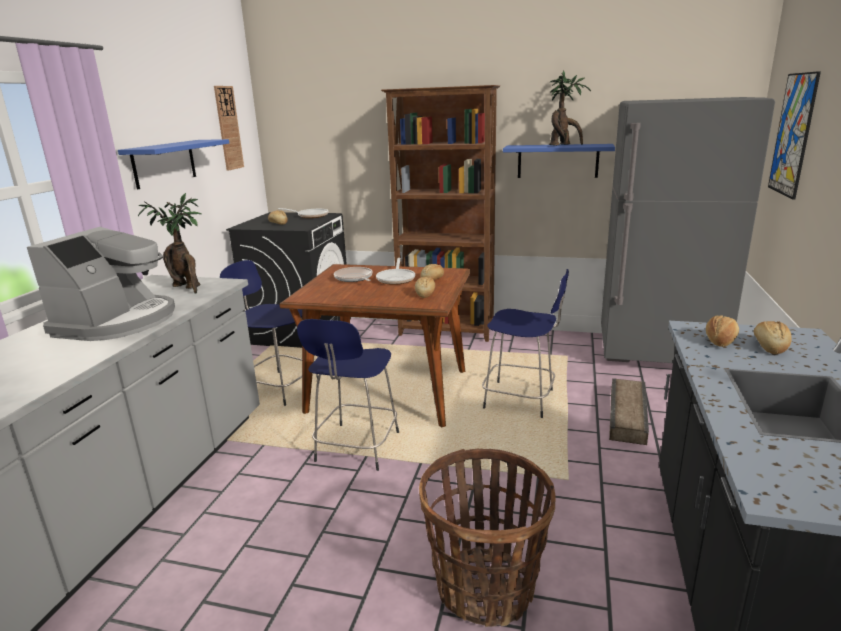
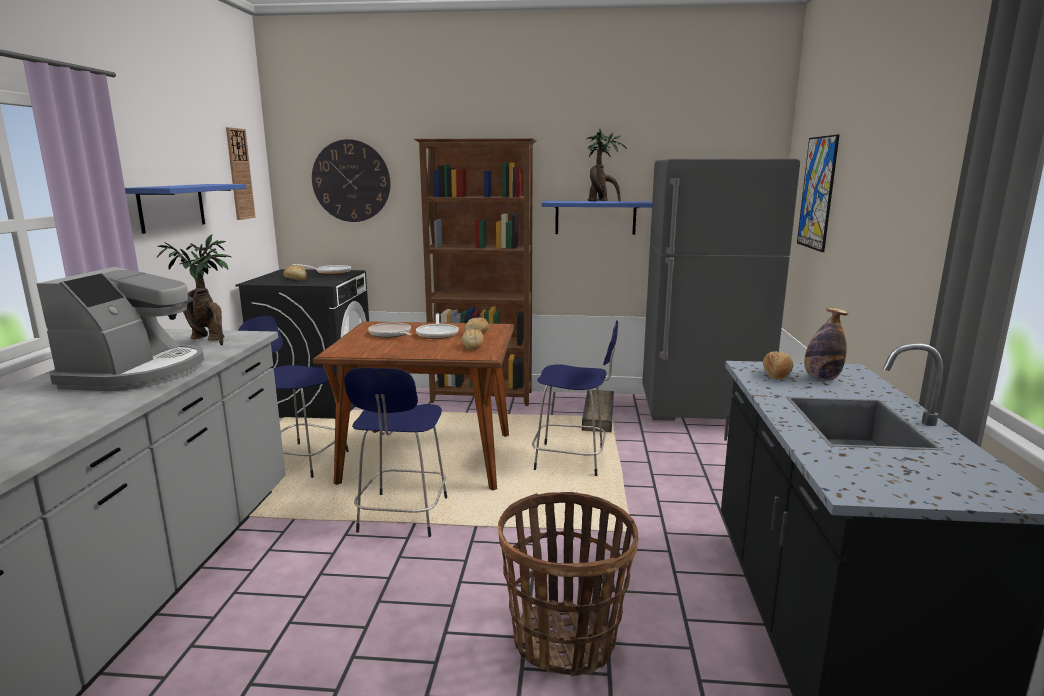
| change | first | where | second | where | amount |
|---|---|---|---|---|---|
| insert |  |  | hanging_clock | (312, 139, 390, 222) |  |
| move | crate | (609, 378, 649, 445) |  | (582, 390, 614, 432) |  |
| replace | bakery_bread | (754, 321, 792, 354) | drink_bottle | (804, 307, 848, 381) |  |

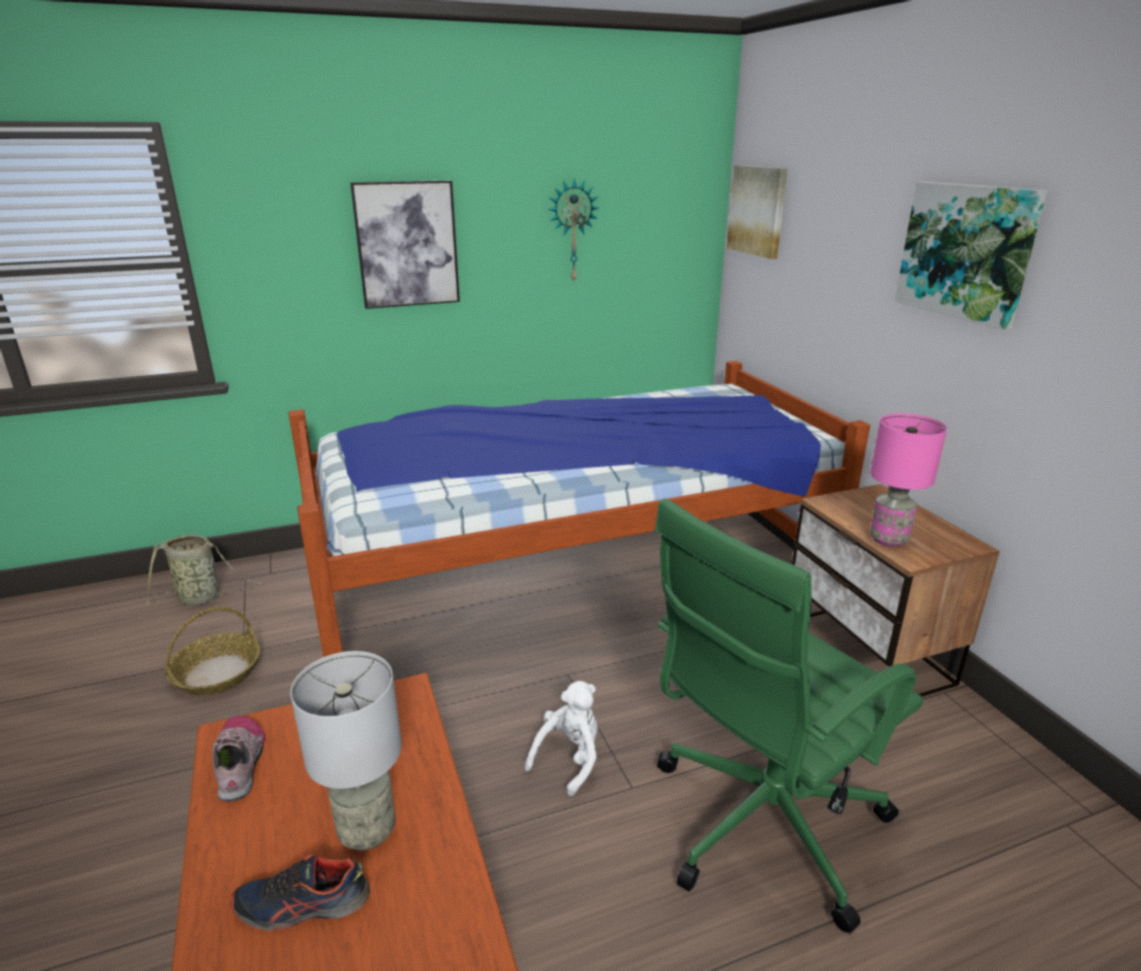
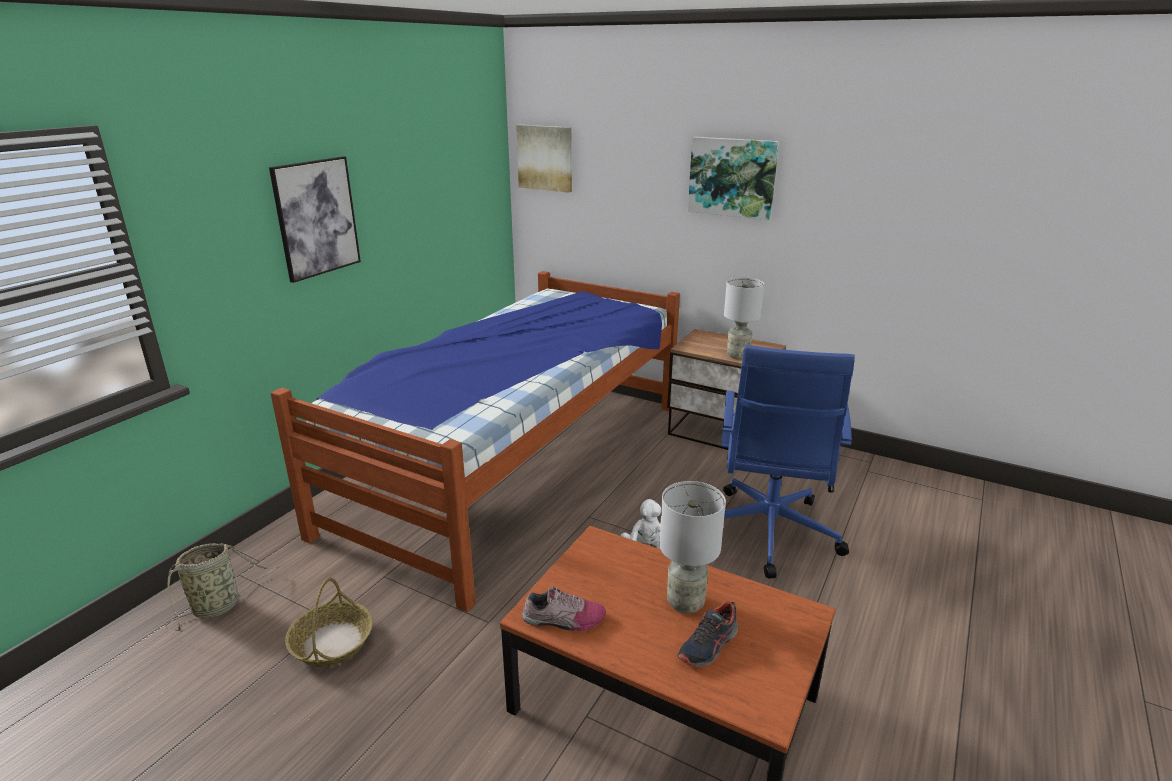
| change | first | where | second | where | amount |
|---|---|---|---|---|---|
| rotate | item_of_footwear | (212, 716, 265, 802) |  | (522, 586, 606, 631) | 150 degrees clockwise |
| recolor | green_computer_chair | (655, 498, 923, 934) | blue_computer_chair | (721, 345, 855, 578) |  |
| recolor | pinkish_table_lamp | (870, 413, 947, 547) | gray_table_lamp | (724, 277, 764, 360) |  |
| delete | hanging_clock | (548, 178, 600, 282) |  |  |  |

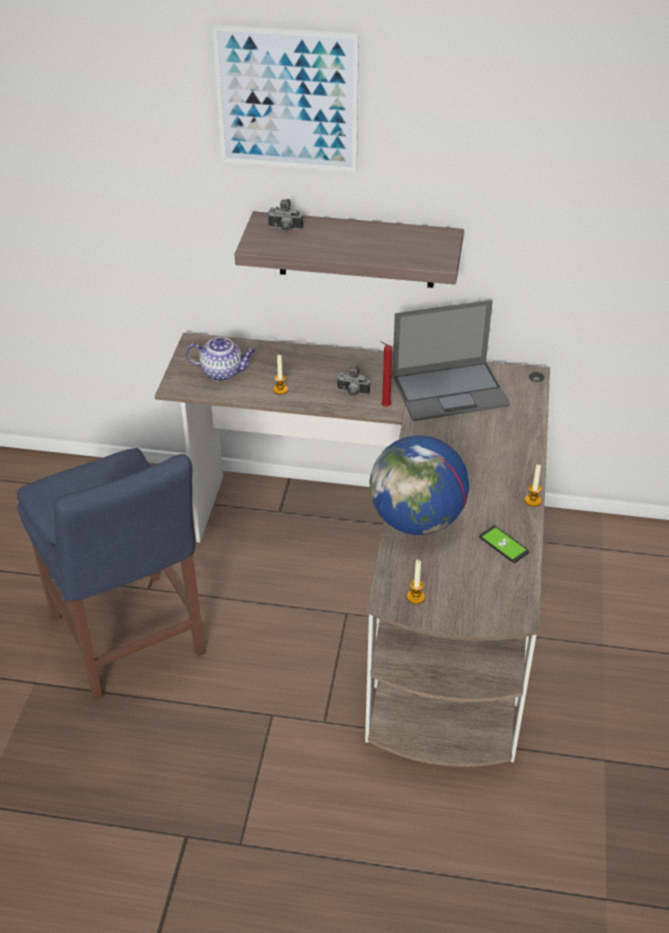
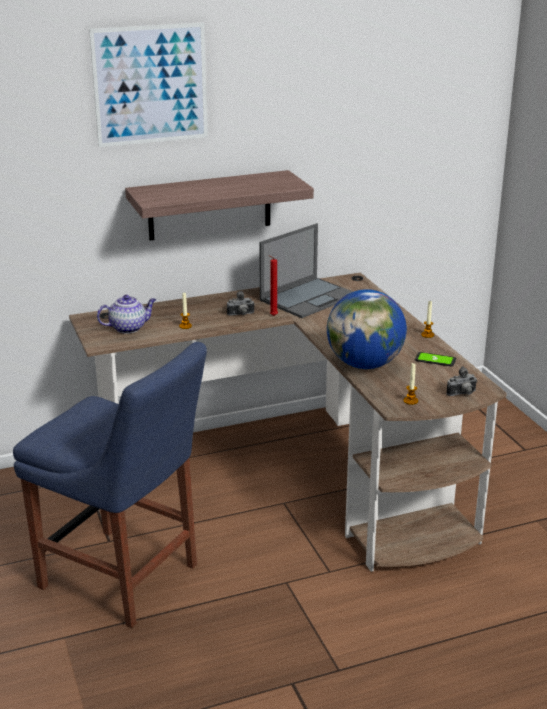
| change | first | where | second | where | amount |
|---|---|---|---|---|---|
| move | still_camera | (267, 199, 303, 231) |  | (446, 366, 477, 396) |  |

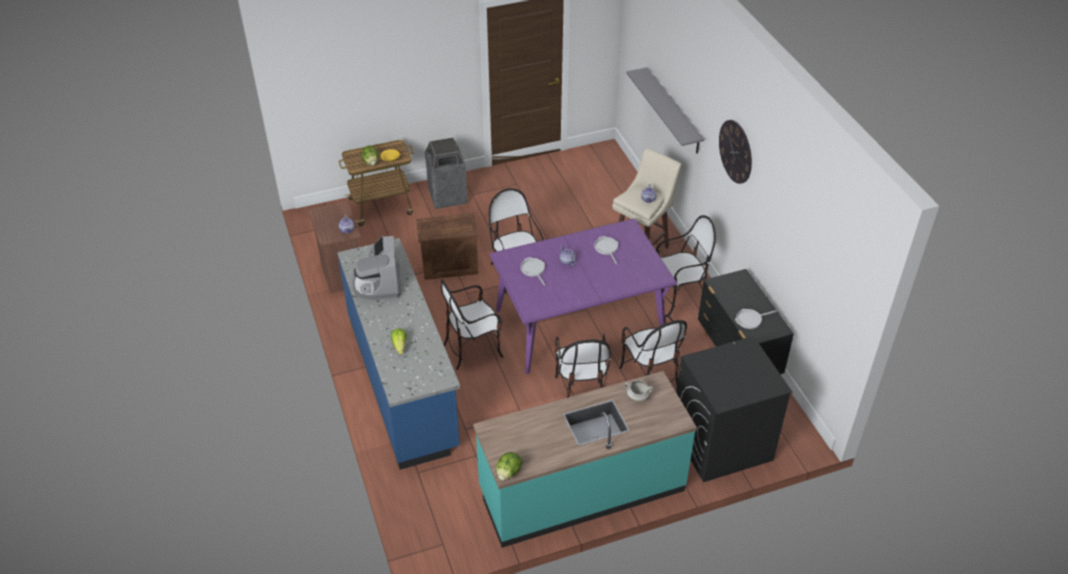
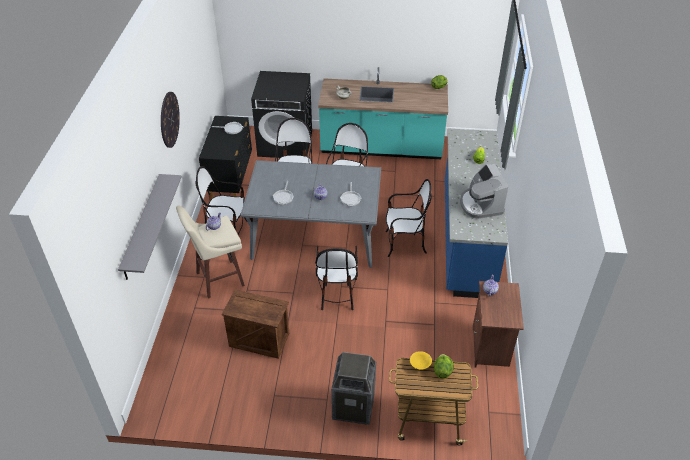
| change | first | where | second | where | amount |
|---|---|---|---|---|---|
| move | crate | (416, 213, 478, 280) |  | (222, 290, 289, 359) |  |
| recolor | purple-coloured_dining_table | (489, 218, 677, 374) | gray_dining_table | (240, 160, 381, 268) |  |
| rotate | coffee_machine | (352, 236, 401, 301) |  | (460, 164, 508, 219) | 150 degrees clockwise |

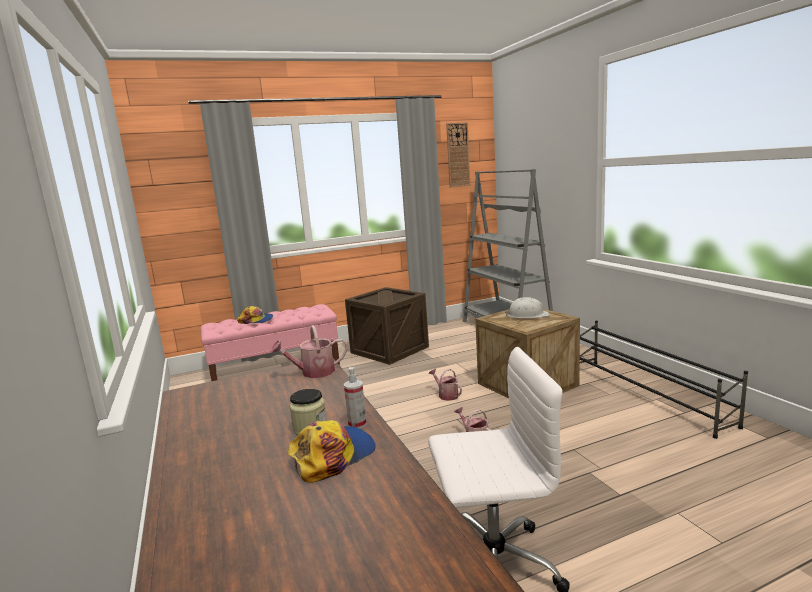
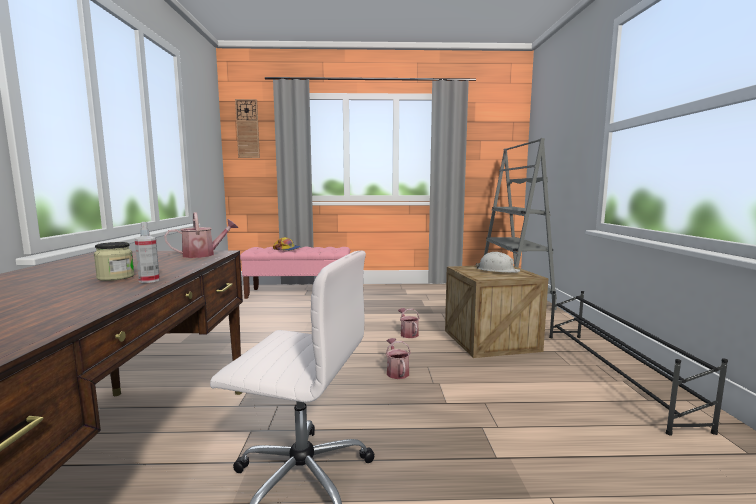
| change | first | where | second | where | amount |
|---|---|---|---|---|---|
| rotate | watering_can | (270, 325, 348, 378) |  | (164, 212, 238, 258) | 150 degrees clockwise |
| move | hanging_clock | (446, 122, 470, 188) |  | (235, 99, 260, 158) |  |
| delete | baseball_cap | (288, 420, 376, 483) |  |  |  |
| delete | crate | (345, 287, 429, 365) |  |  |  |

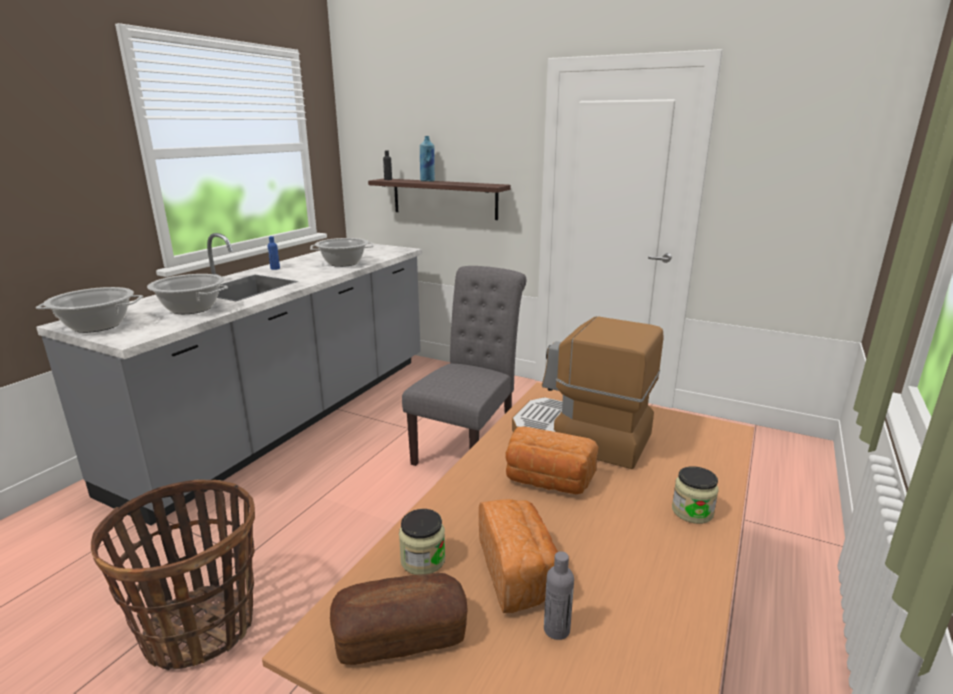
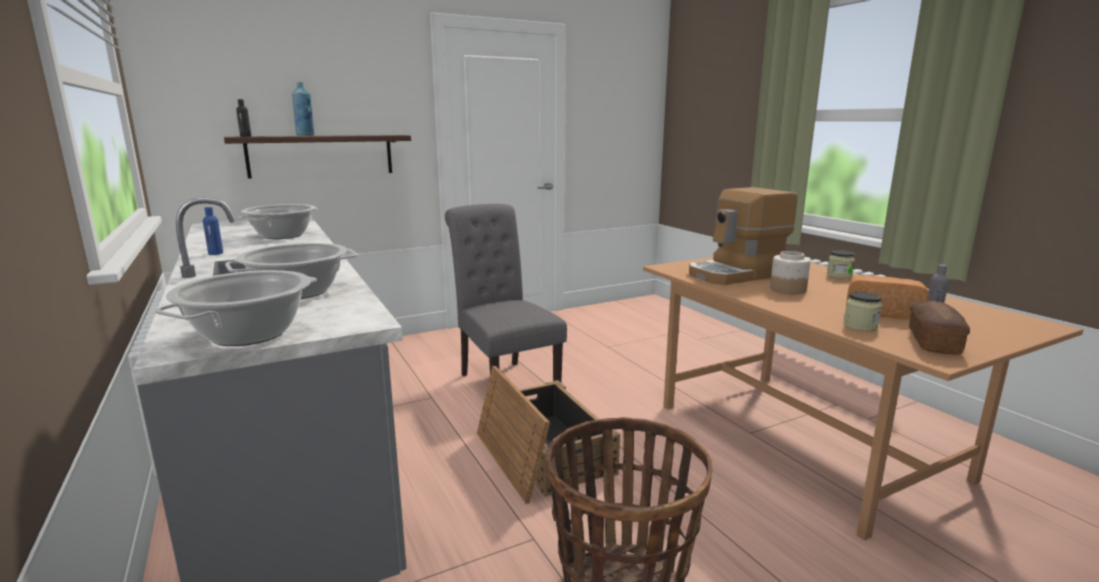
| change | first | where | second | where | amount |
|---|---|---|---|---|---|
| insert |  |  | crate | (477, 366, 620, 504) |  |
| replace | bakery_bread | (506, 427, 599, 494) | jar | (770, 251, 810, 295) |  |

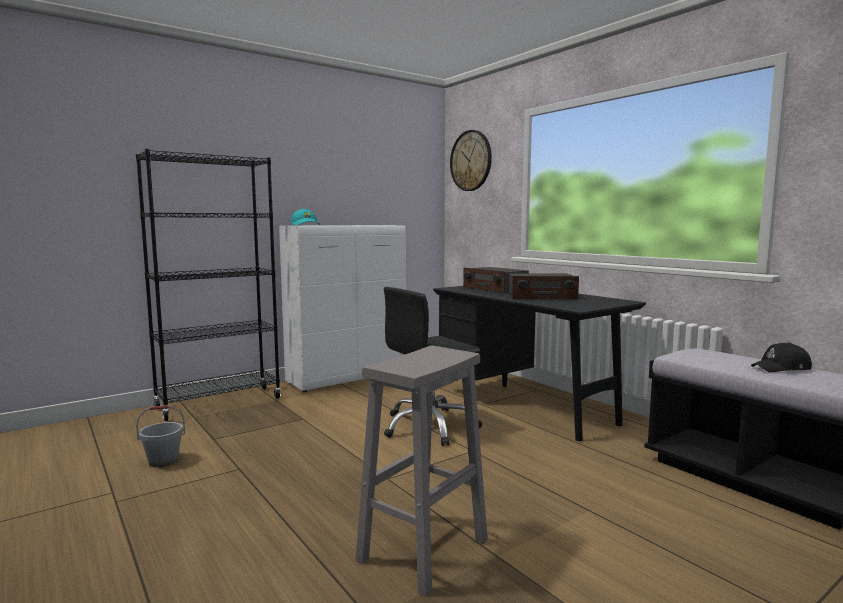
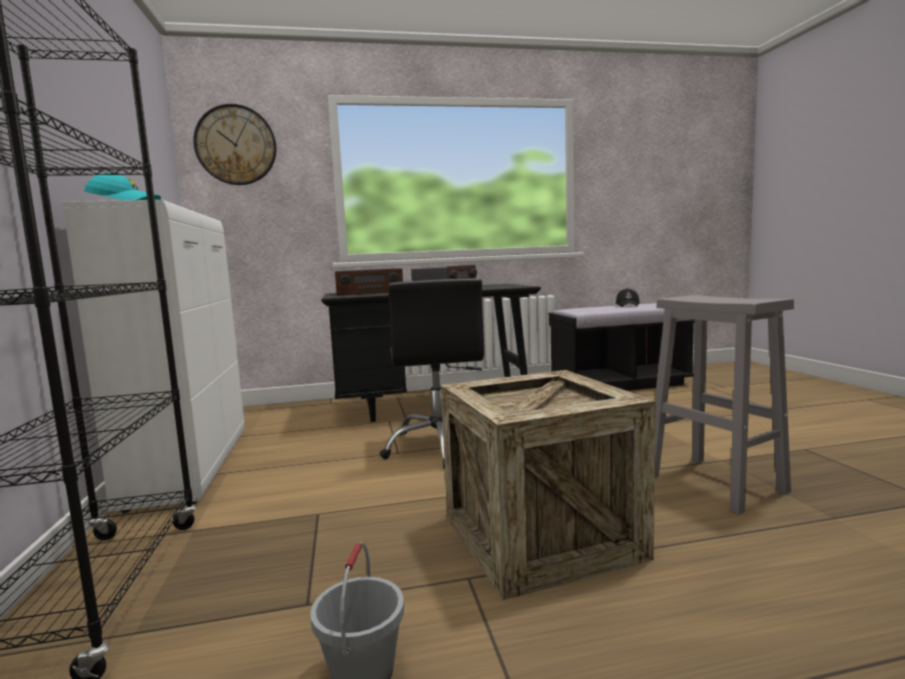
| change | first | where | second | where | amount |
|---|---|---|---|---|---|
| insert |  |  | crate | (441, 370, 656, 600) |  |

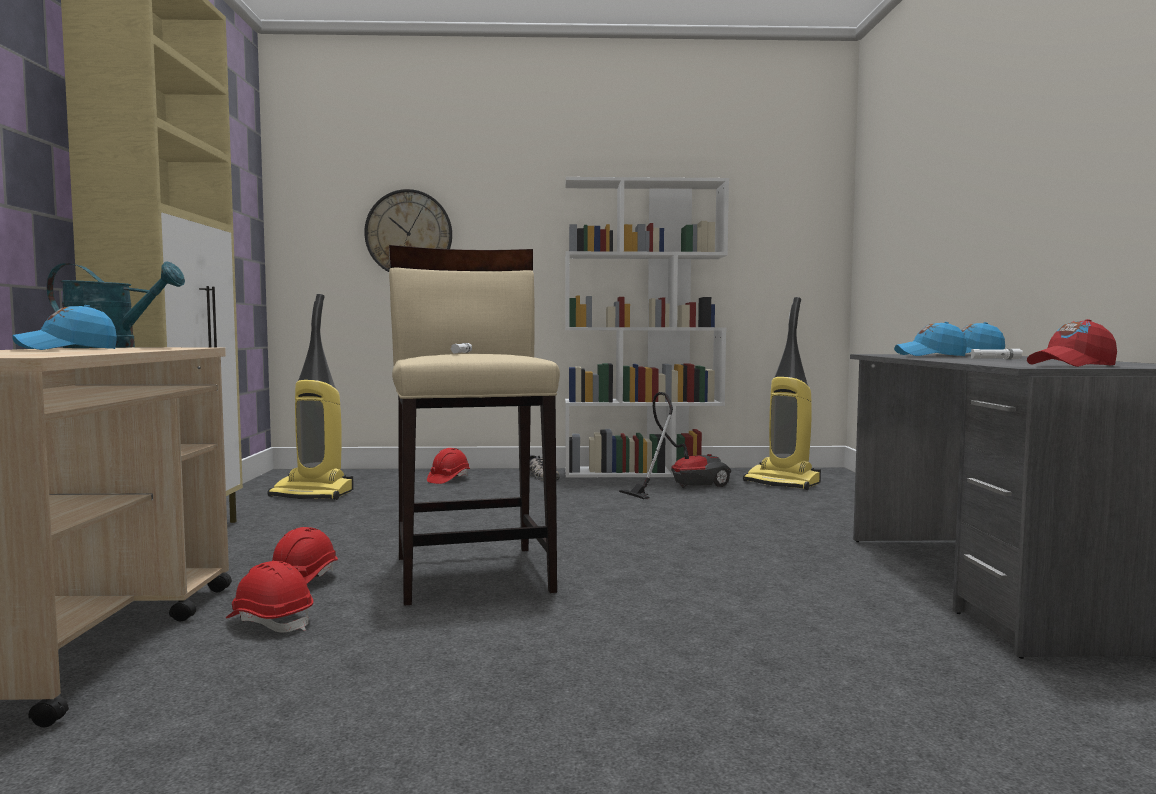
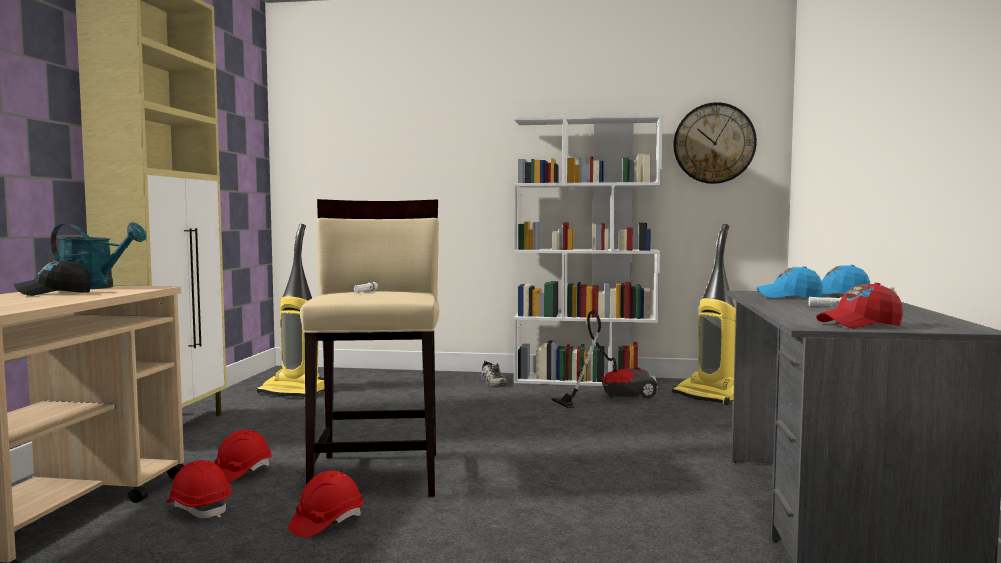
| change | first | where | second | where | amount |
|---|---|---|---|---|---|
| recolor | blue_baseball_cap | (12, 305, 117, 350) | blackish_baseball_cap | (14, 259, 92, 296) |  |
| move | reddish_work_helmet | (427, 448, 470, 484) |  | (288, 470, 363, 538) |  |
| move | hanging_clock | (364, 189, 452, 272) |  | (674, 102, 757, 184) |  |

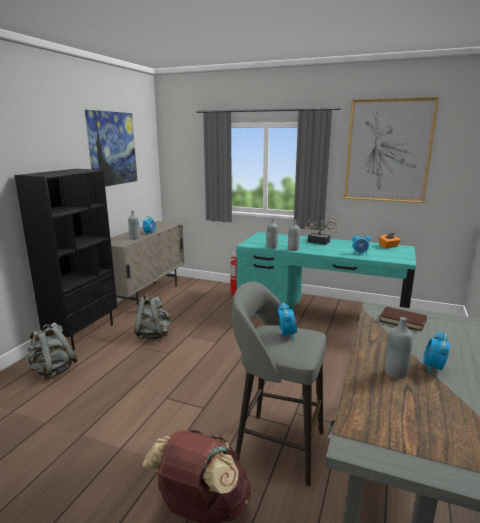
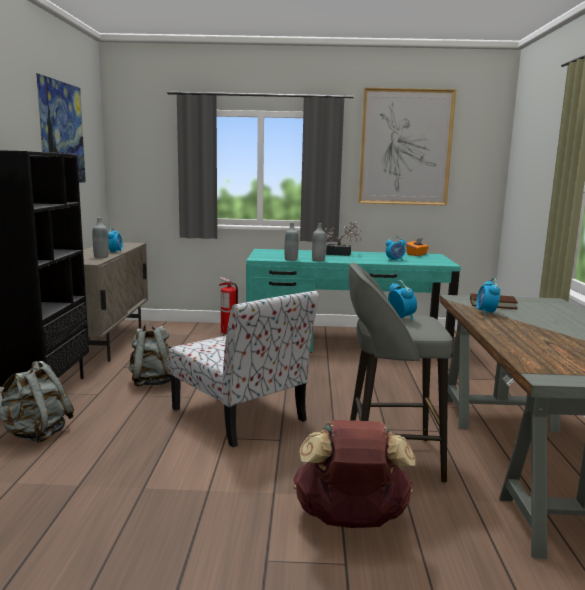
| change | first | where | second | where | amount |
|---|---|---|---|---|---|
| insert |  |  | plain_chair | (168, 291, 319, 447) |  |
| move | table_clock | (423, 332, 450, 373) |  | (476, 278, 500, 315) |  |
| delete | gray_drink_bottle | (385, 317, 413, 379) |  |  |  |

